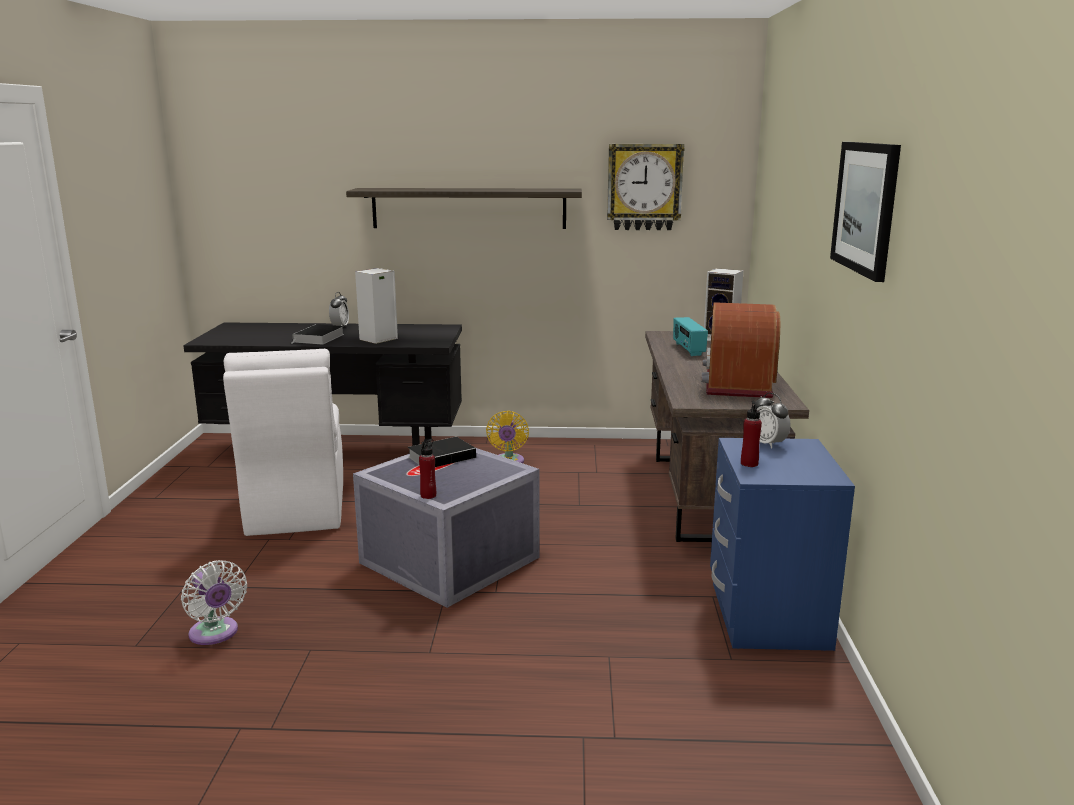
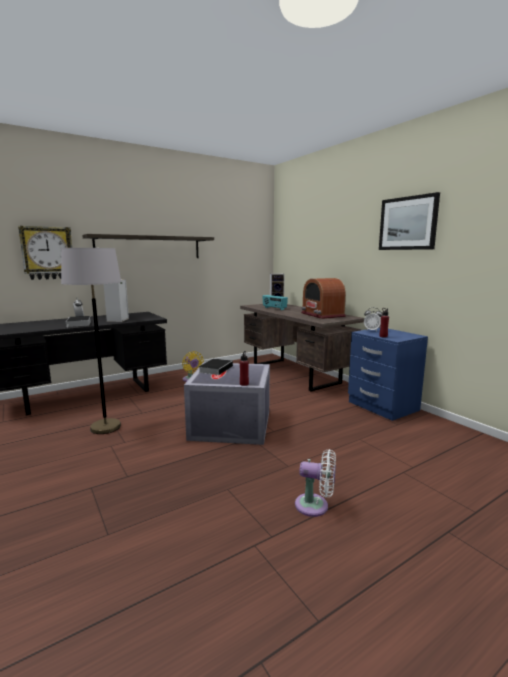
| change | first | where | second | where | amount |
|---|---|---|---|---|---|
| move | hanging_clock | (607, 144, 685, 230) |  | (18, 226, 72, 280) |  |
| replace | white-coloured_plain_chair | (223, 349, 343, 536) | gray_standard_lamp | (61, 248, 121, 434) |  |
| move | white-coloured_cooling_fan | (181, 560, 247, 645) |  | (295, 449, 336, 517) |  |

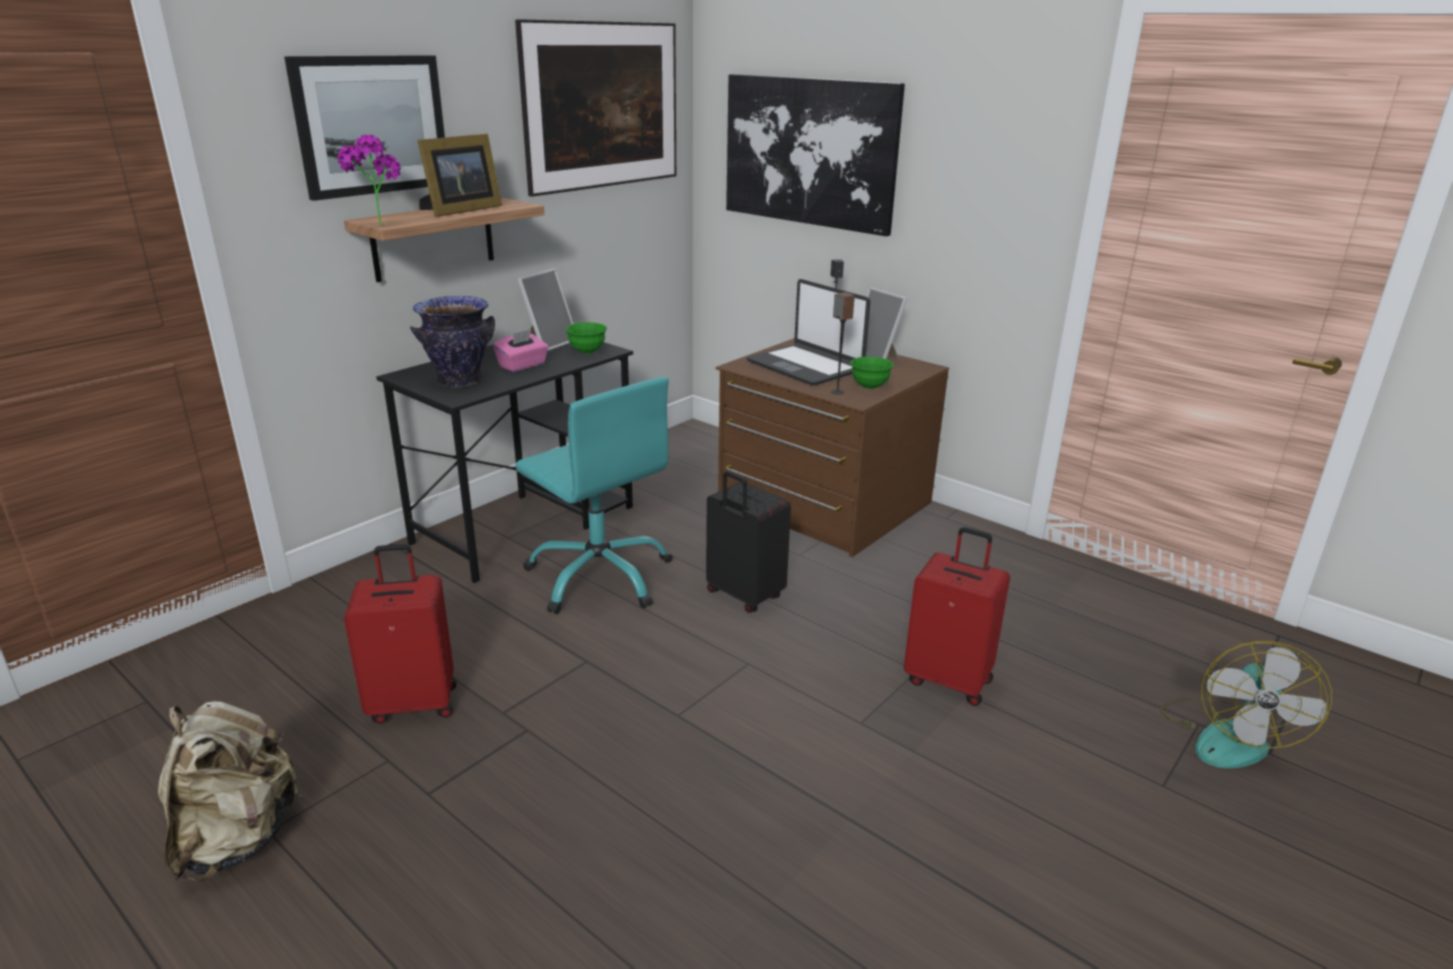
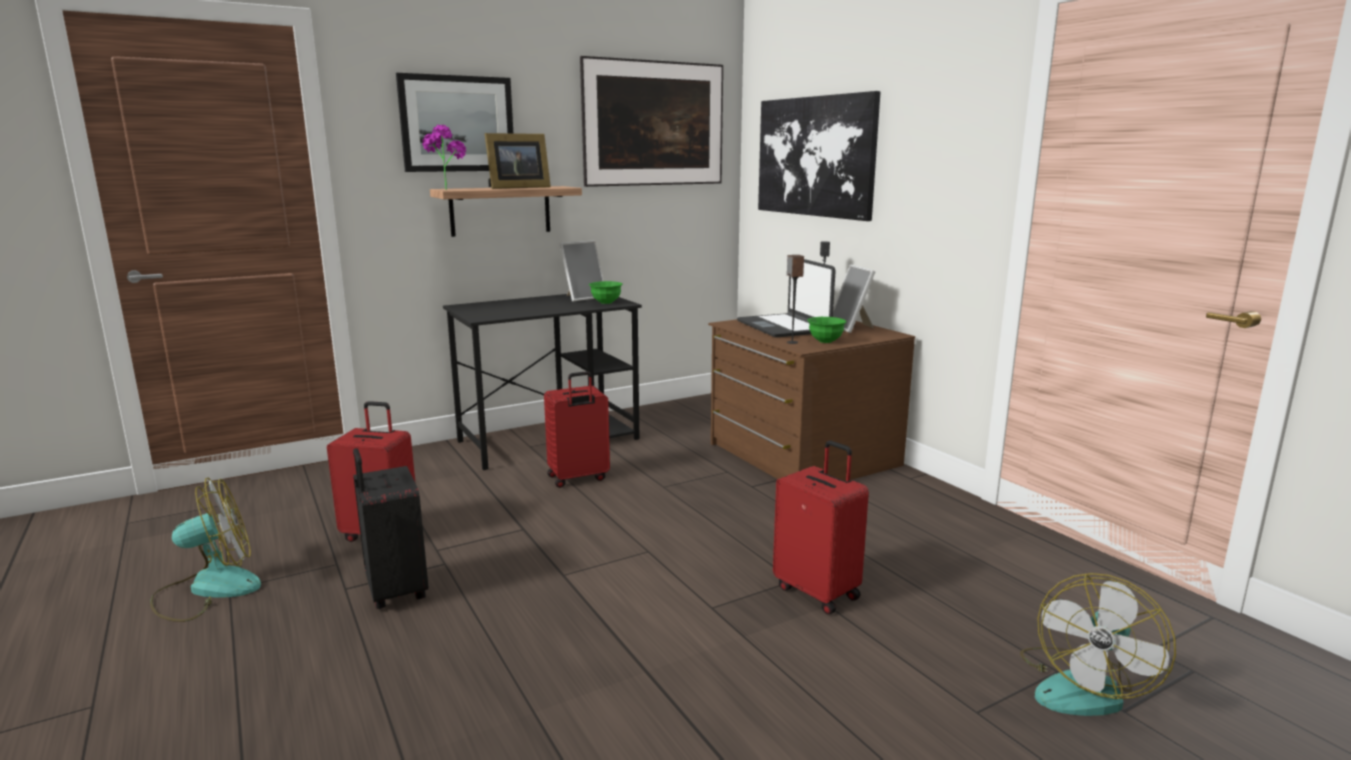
| change | first | where | second | where | amount |
|---|---|---|---|---|---|
| replace | sand-coloured_backpack | (158, 701, 303, 882) | cooling_fan | (150, 477, 261, 622) |  |
| move | blackish_suitcase | (706, 471, 791, 613) |  | (353, 448, 428, 609) |  |
| replace | turquoise-coloured_computer_chair | (516, 377, 673, 614) | reddish_suitcase | (544, 371, 610, 488) |  |
| delete | vase | (410, 296, 495, 388) |  |  |  |
| delete | pinkish_tissue_box | (492, 329, 549, 372) |  |  |  |

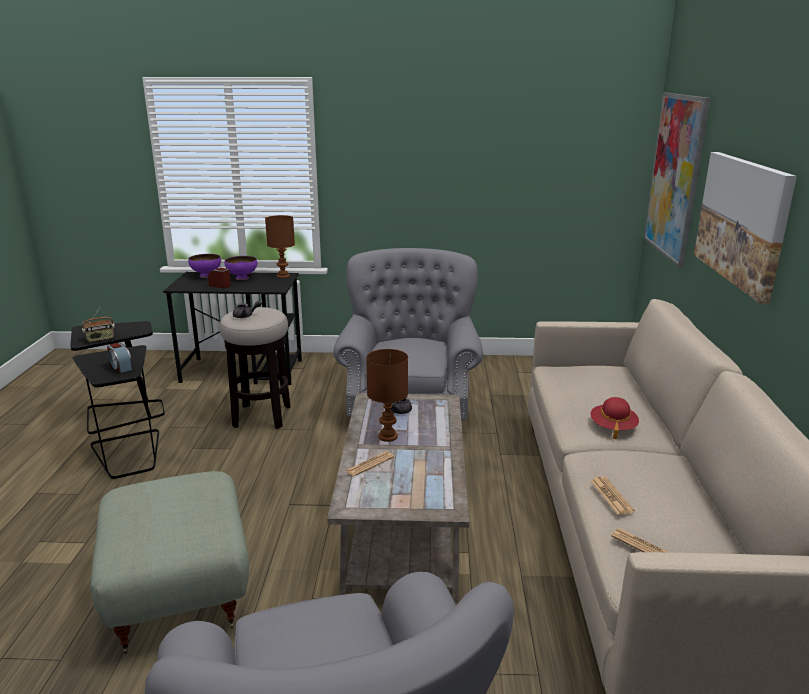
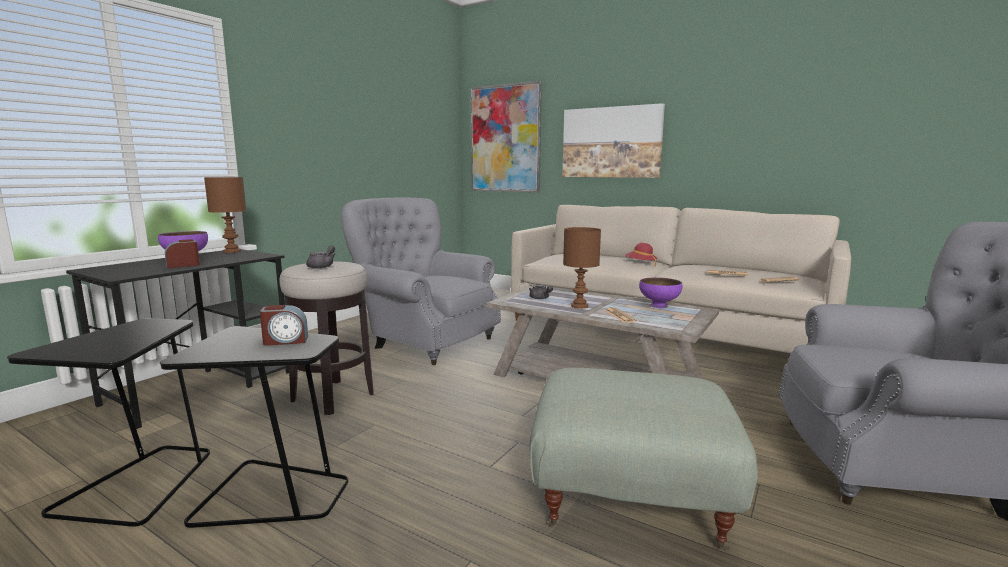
| change | first | where | second | where | amount |
|---|---|---|---|---|---|
| move | purple-coloured_serving_bowl | (188, 254, 221, 278) |  | (639, 277, 682, 308) |  |
| delete | radio_set | (82, 308, 115, 342) |  |  |  |

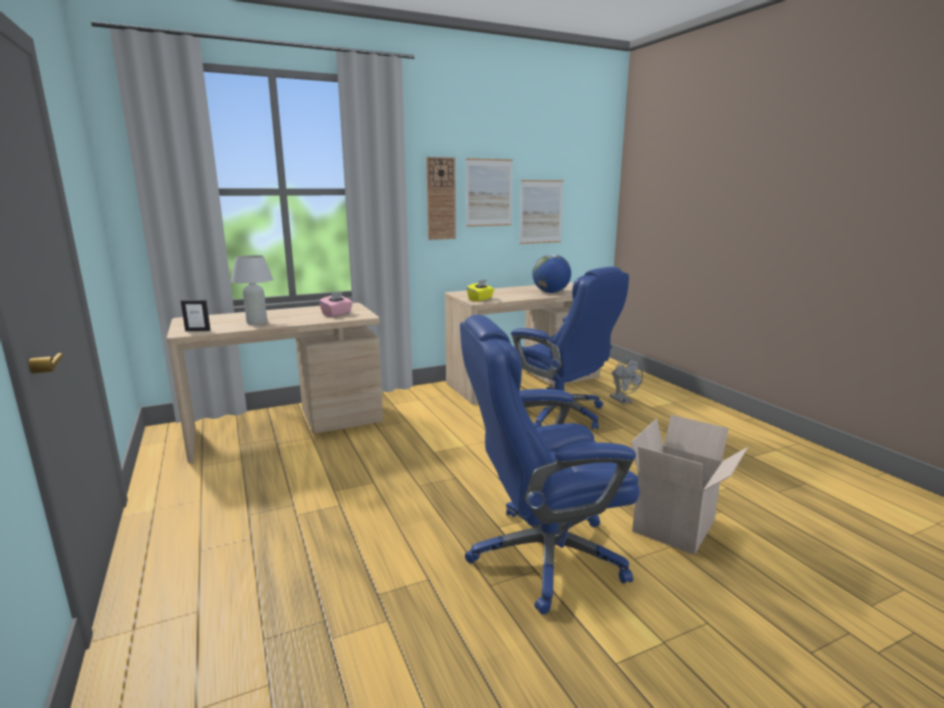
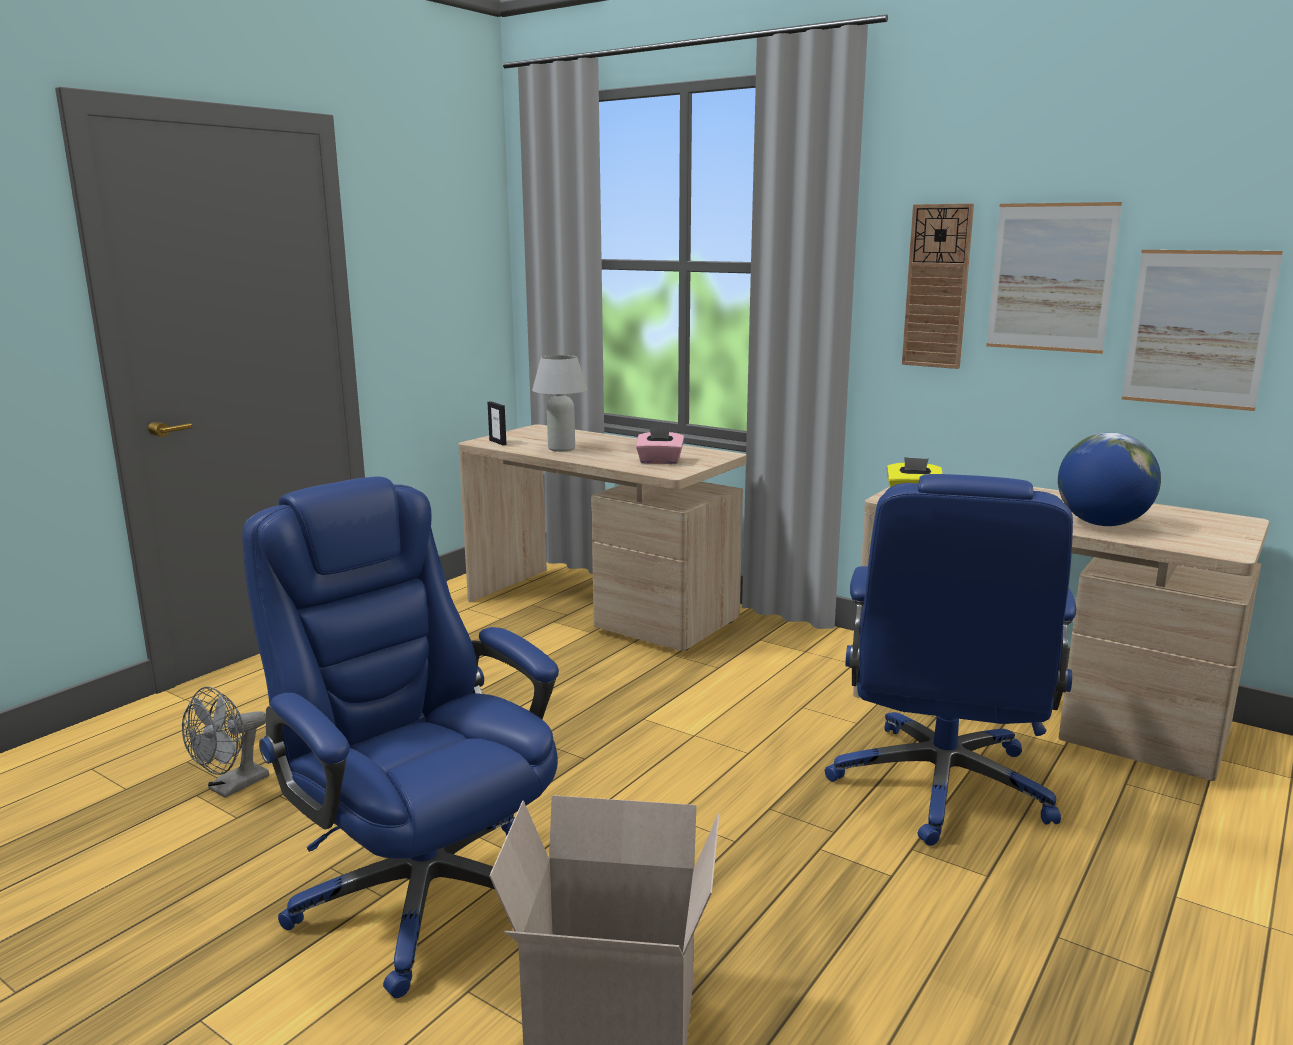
| change | first | where | second | where | amount |
|---|---|---|---|---|---|
| move | gray_cooling_fan | (610, 358, 643, 404) |  | (182, 687, 269, 798) |  |

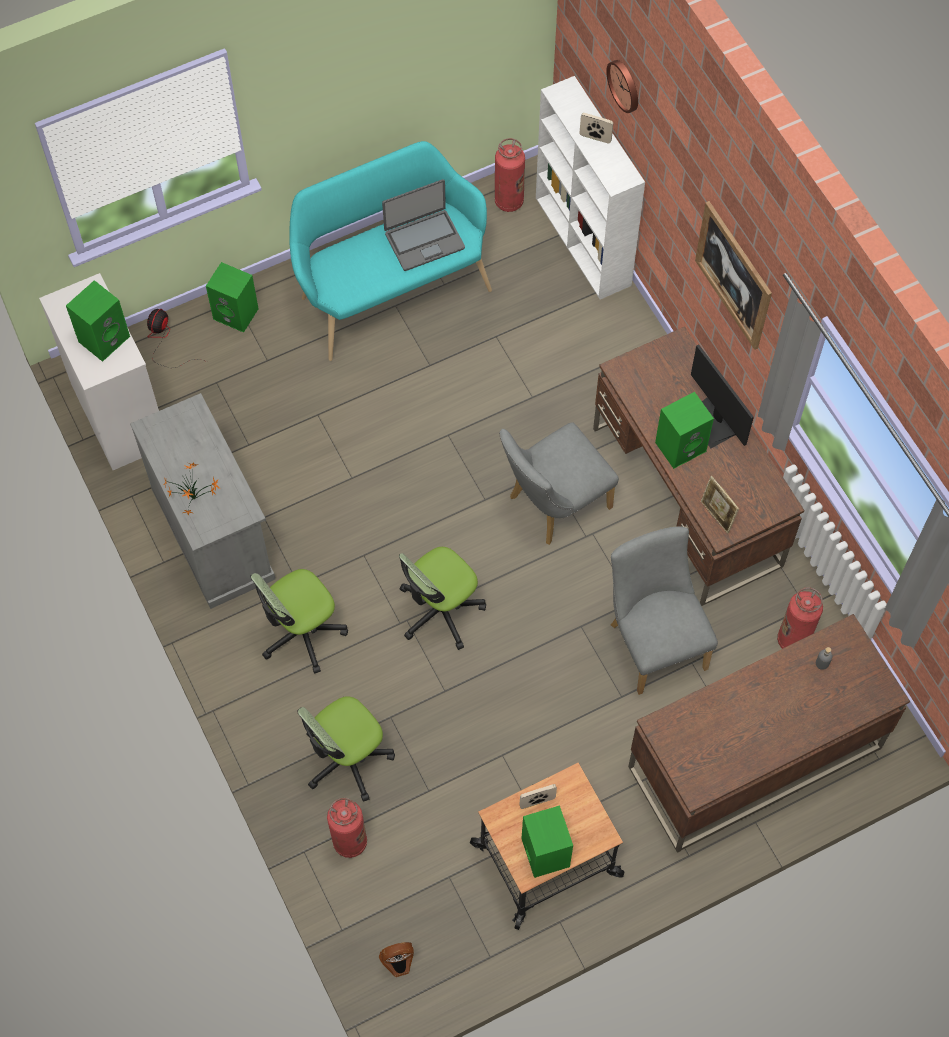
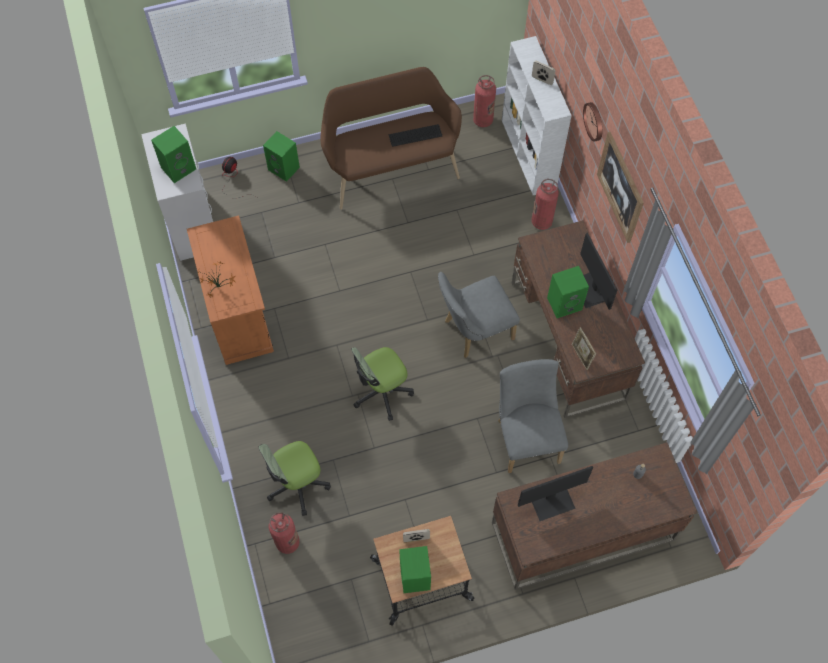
| change | first | where | second | where | amount |
|---|---|---|---|---|---|
| recolor | gray_cupboard | (130, 393, 275, 609) | orange_cupboard | (187, 215, 274, 365) |  |
| recolor | turquoise-coloured_long_seat | (289, 141, 492, 361) | brown-coloured_long_seat | (321, 67, 462, 210) |  |
| replace | portable_computer | (382, 179, 465, 271) | keyboard | (389, 124, 442, 147) |  |
| insert |  |  | computer_display | (518, 466, 593, 521) |  |
| move | extinguisher | (777, 587, 823, 649) |  | (531, 179, 559, 230) |  |
| move | hanging_clock | (606, 60, 638, 113) |  | (583, 102, 602, 142) |  |
| delete | computer_chair | (250, 569, 348, 673) |  |  |  |
| delete | cooling_fan | (379, 942, 414, 977) |  |  |  |

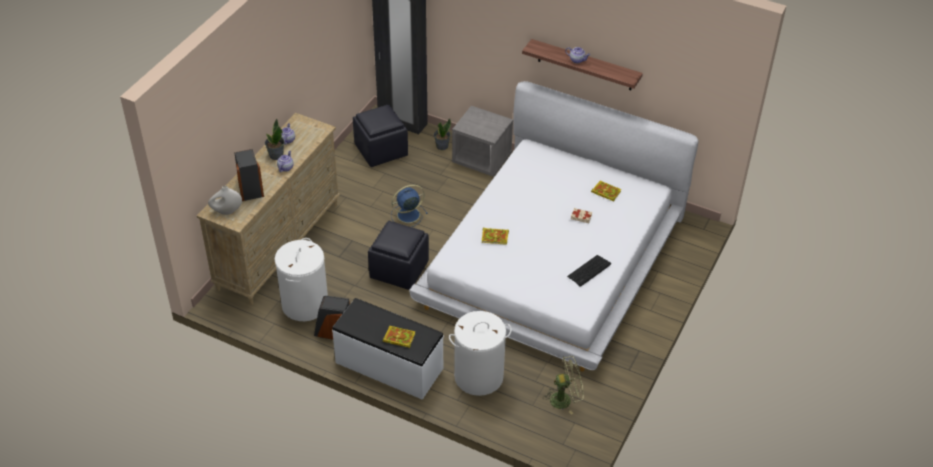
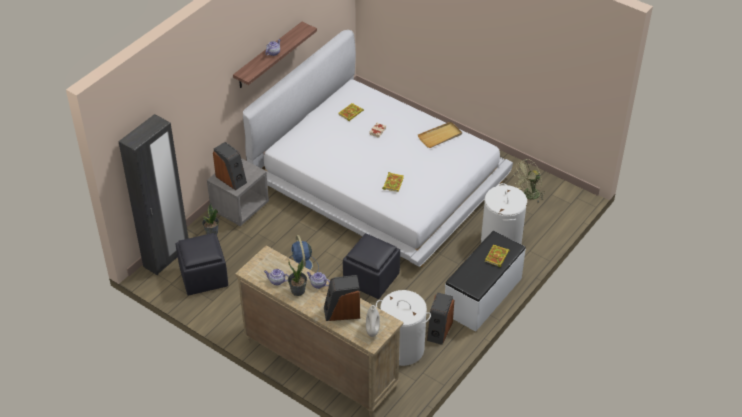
| change | first | where | second | where | amount |
|---|---|---|---|---|---|
| insert |  |  | loudspeaker | (213, 142, 247, 190) |  |
| replace | keyboard | (567, 255, 612, 286) | sand-coloured_carrying_tray | (418, 122, 462, 148) |  |
| rotate | green_cooling_fan | (543, 356, 584, 415) |  | (514, 159, 544, 203) | 120 degrees counterclockwise |

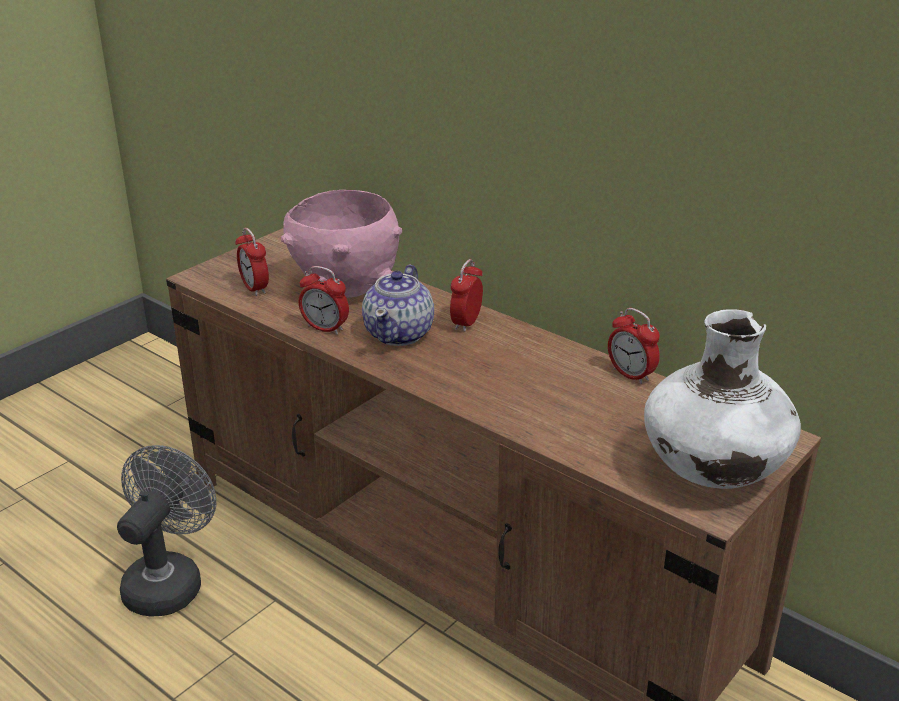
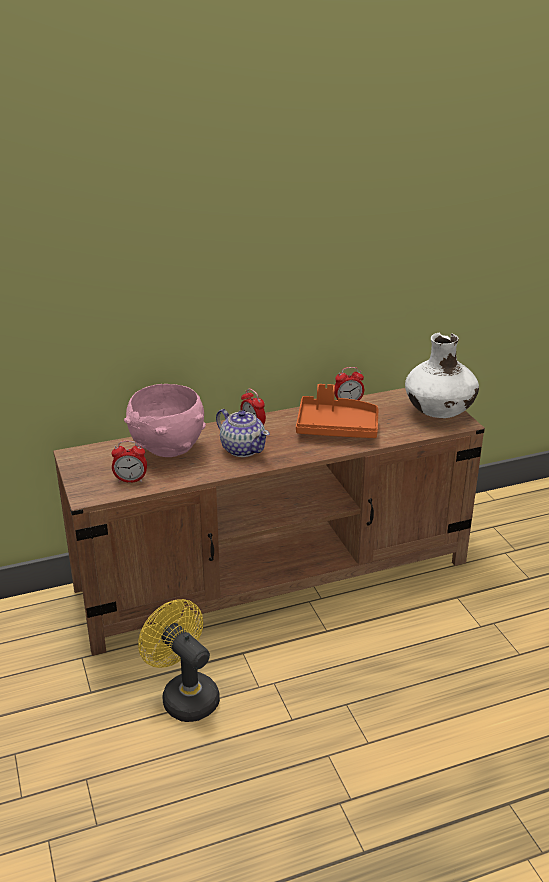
| change | first | where | second | where | amount |
|---|---|---|---|---|---|
| recolor | gray_cooling_fan | (117, 445, 216, 617) | yellow-coloured_cooling_fan | (138, 599, 220, 722) |  |
| insert |  |  | orange_carrying_tray | (296, 384, 379, 438) |  |
| delete | table_clock | (299, 266, 349, 335) |  |  |  |

